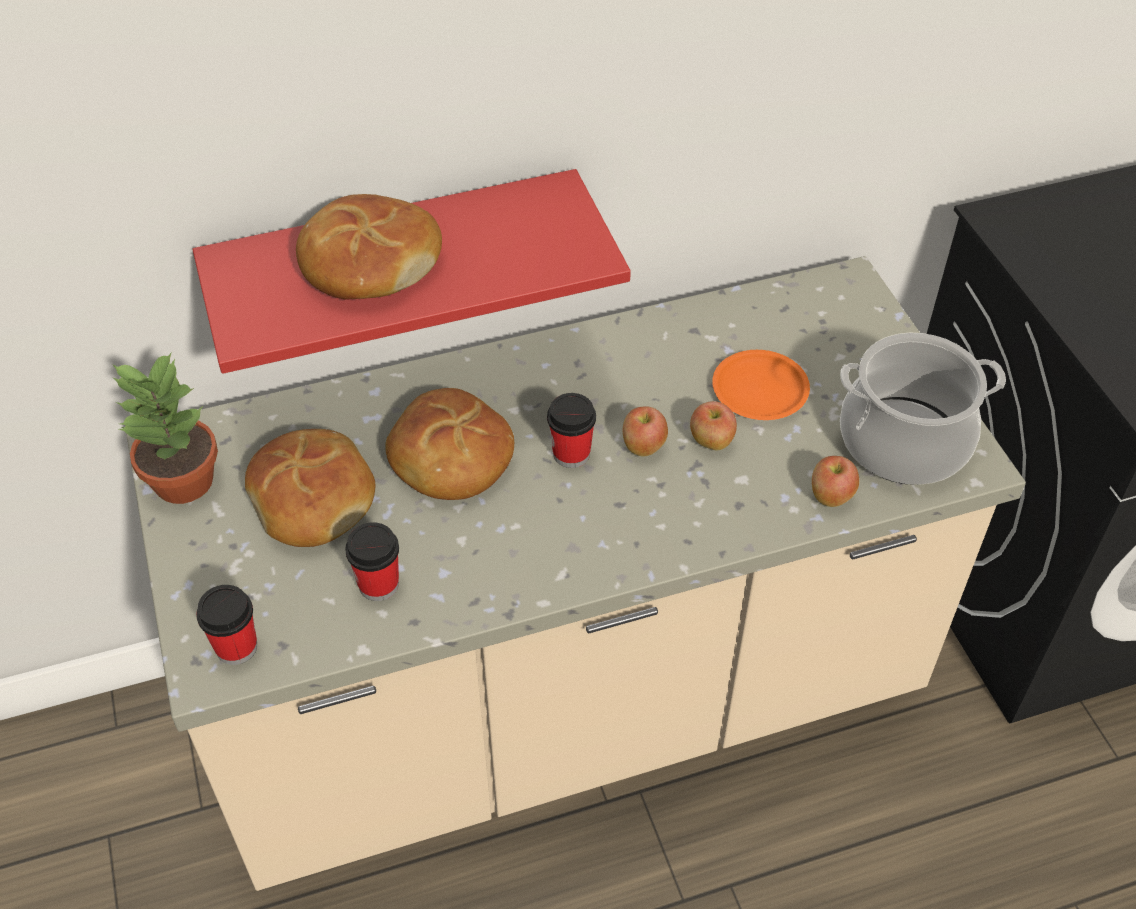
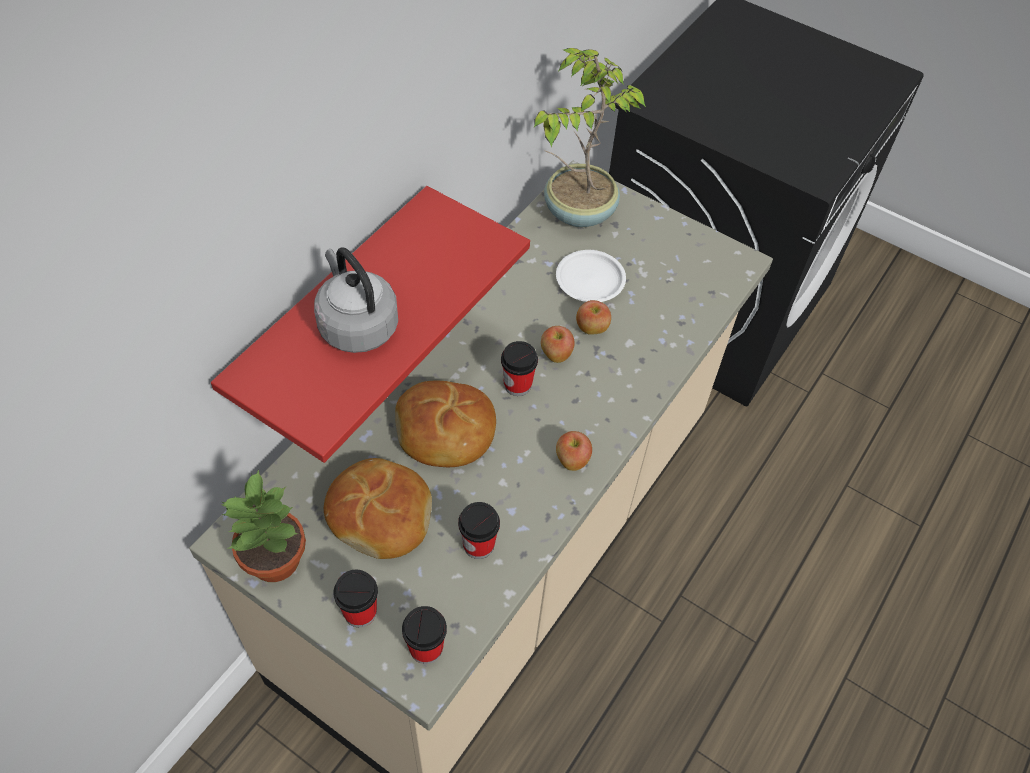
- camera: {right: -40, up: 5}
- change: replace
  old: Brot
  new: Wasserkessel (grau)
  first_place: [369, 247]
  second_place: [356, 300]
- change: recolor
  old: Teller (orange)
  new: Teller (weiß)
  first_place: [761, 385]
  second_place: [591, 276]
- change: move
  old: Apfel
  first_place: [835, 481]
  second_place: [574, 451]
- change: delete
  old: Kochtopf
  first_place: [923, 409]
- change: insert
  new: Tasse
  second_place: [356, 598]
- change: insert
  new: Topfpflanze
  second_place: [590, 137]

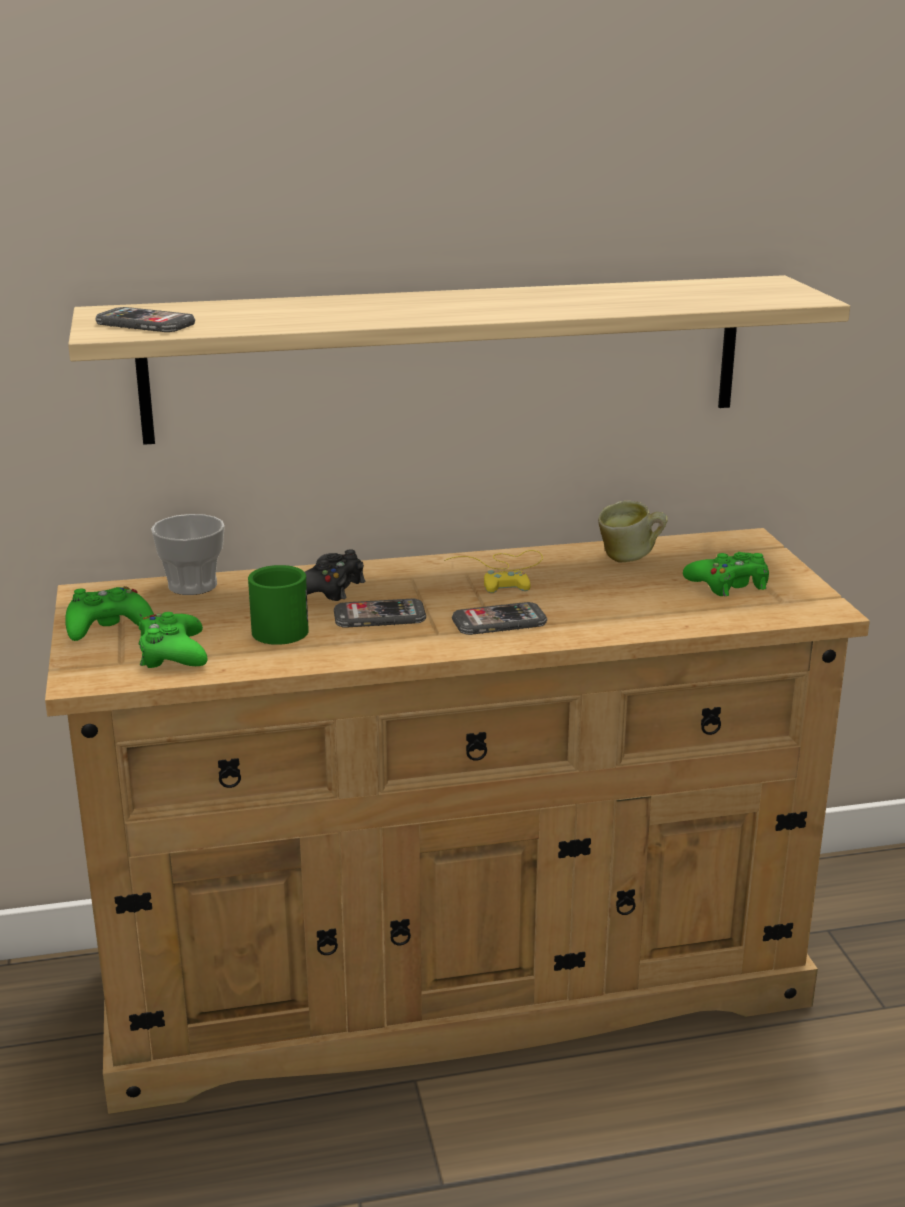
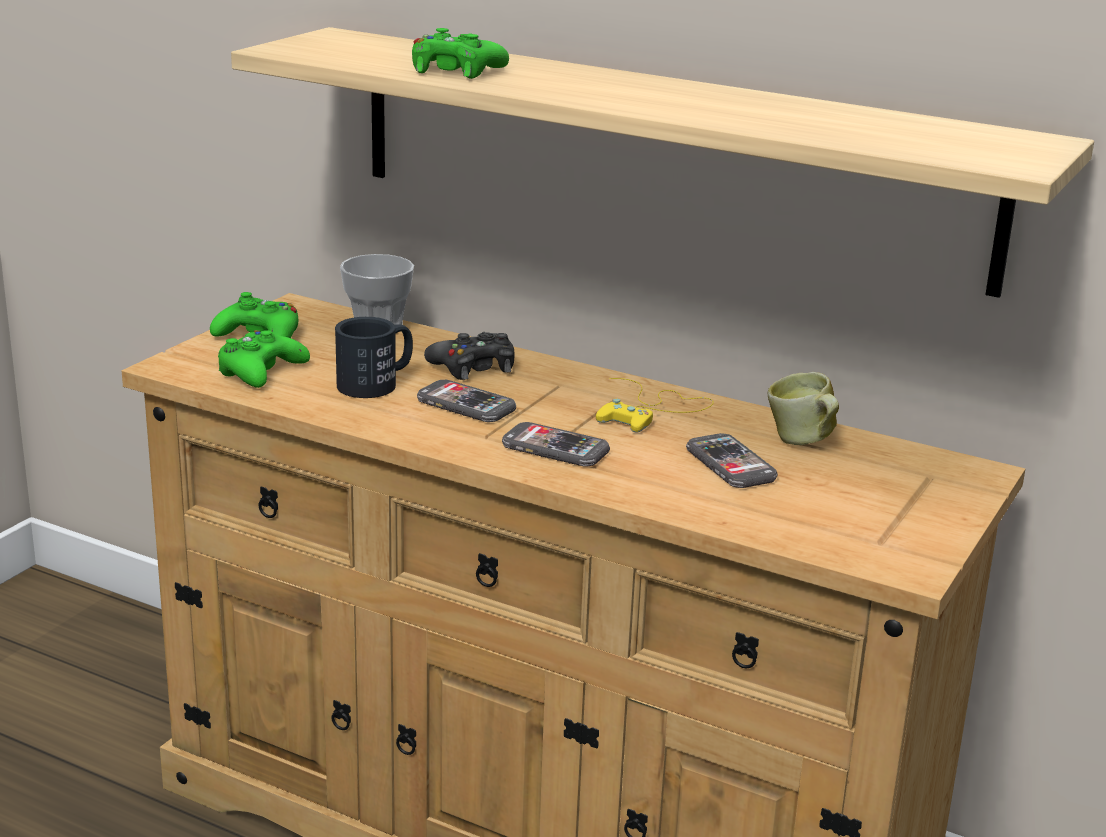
- camera: {right: 40, up: 0}
- change: move
  old: Handy
  first_place: [145, 319]
  second_place: [732, 460]
- change: recolor
  old: Henkelbecher (grün)
  new: Henkelbecher (schwarz)
  first_place: [278, 605]
  second_place: [374, 357]
- change: move
  old: Gamepad (grün)
  first_place: [726, 574]
  second_place: [460, 53]

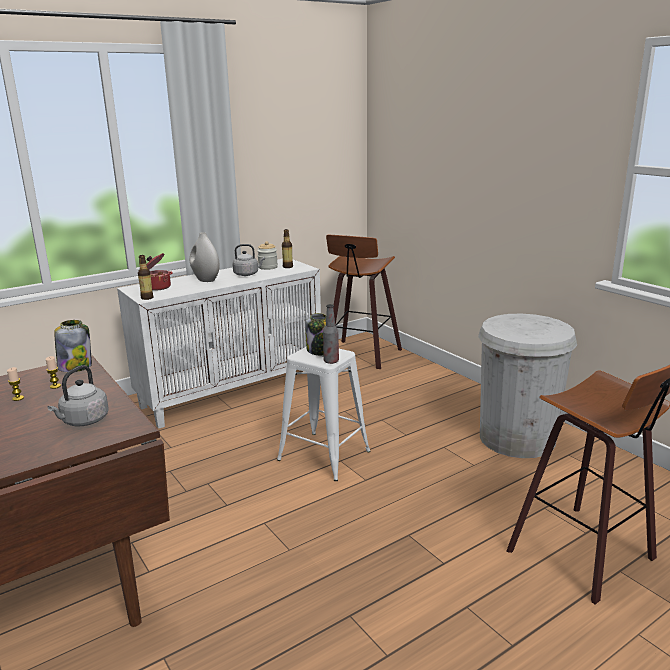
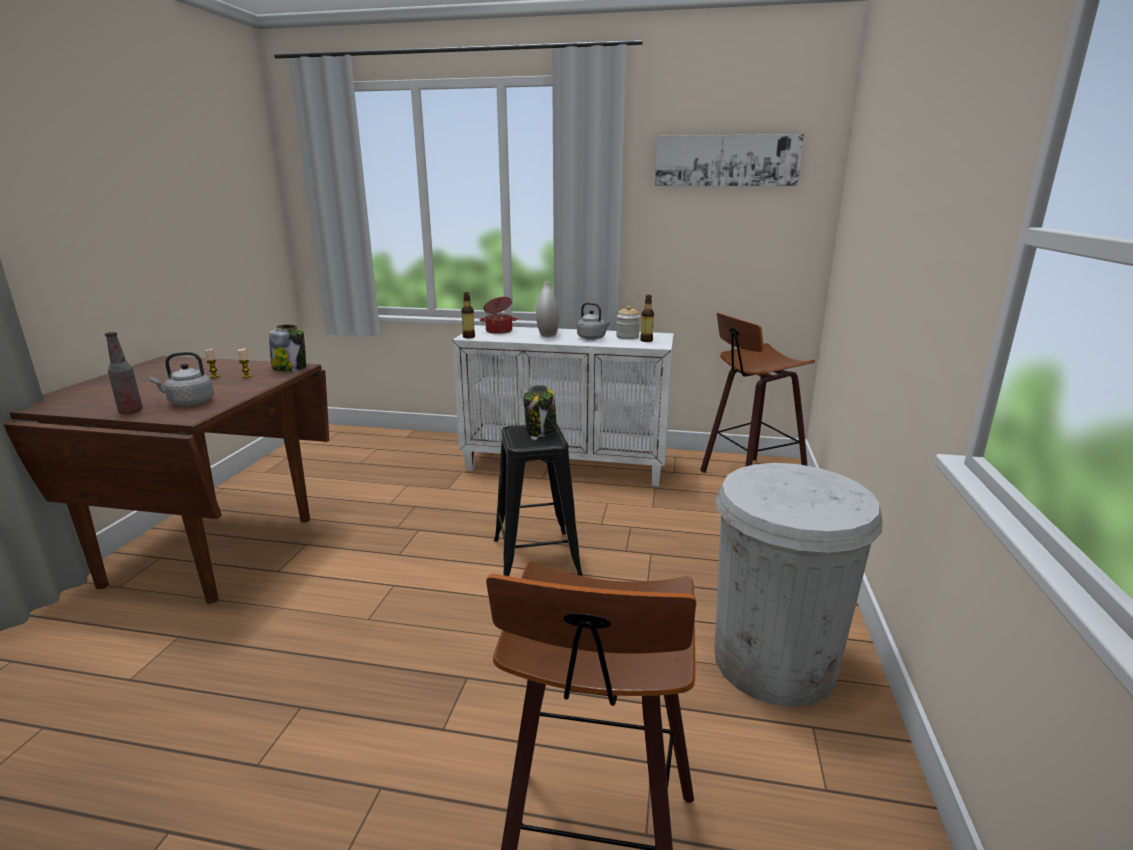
- camera: {right: 45, up: 0}
- change: recolor
  old: Hocker (weiß)
  new: Hocker (schwarz)
  first_place: [324, 414]
  second_place: [538, 500]
- change: move
  old: Flasche
  first_place: [331, 334]
  second_place: [124, 373]
- change: insert
  new: Bild
  second_place: [729, 160]

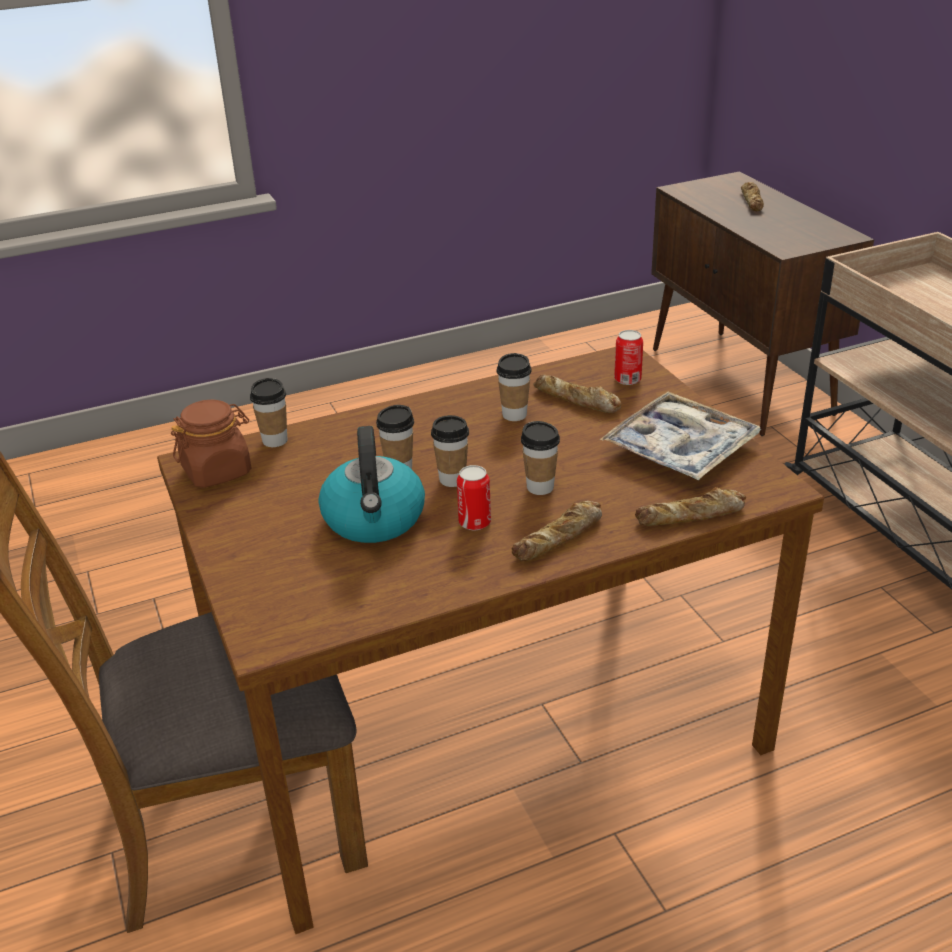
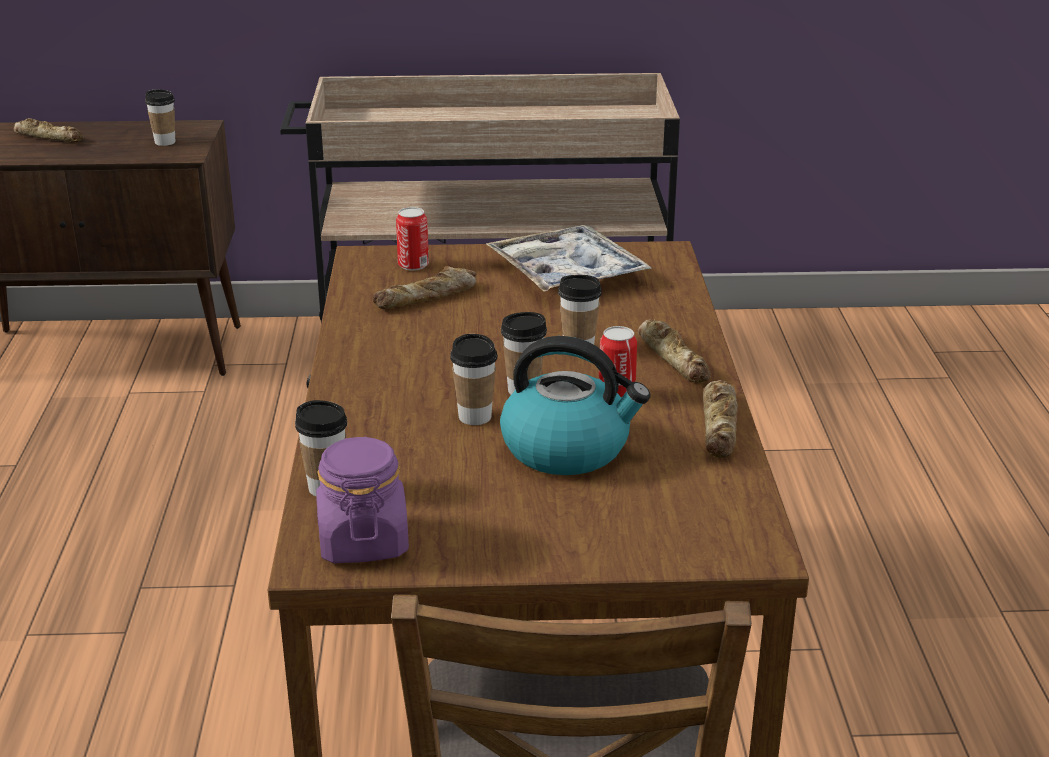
- camera: {right: -70, up: -5}
- change: recolor
  old: Vorratsglas (braun)
  new: Vorratsglas (lila)
  first_place: [211, 444]
  second_place: [362, 500]
- change: move
  old: Tasse
  first_place: [514, 387]
  second_place: [160, 117]
- change: move
  old: Brot
  first_place: [690, 506]
  second_place: [720, 419]

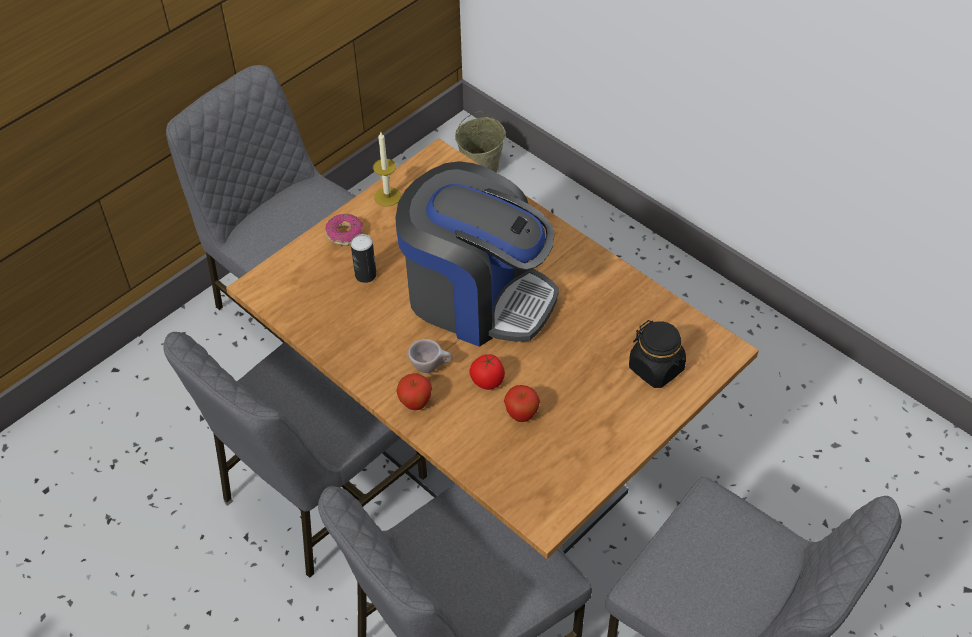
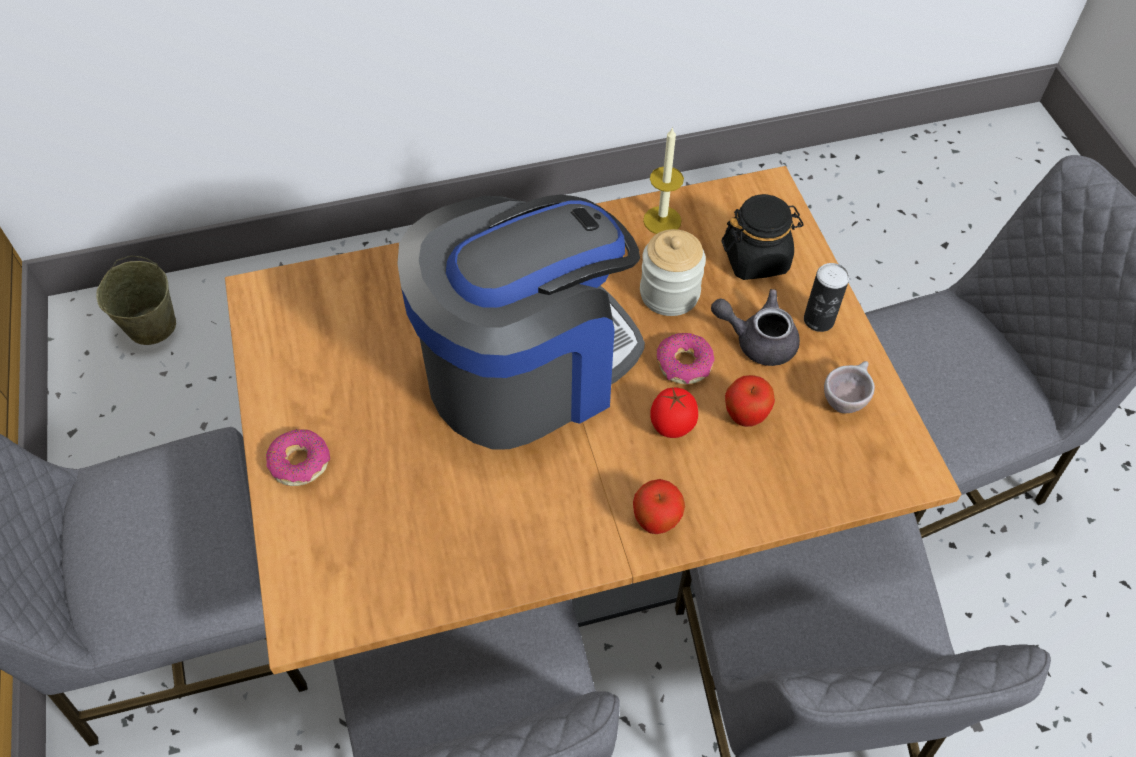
- camera: {right: -60, up: 5}
- change: move
  old: Dose
  first_place: [363, 258]
  second_place: [826, 297]
- change: move
  old: Kerze
  first_place: [387, 169]
  second_place: [663, 180]
- change: move
  old: Tasse (beige)
  first_place: [430, 356]
  second_place: [849, 387]
- change: insert
  new: Vorratsglas
  second_place: [673, 272]
- change: insert
  new: Donut
  second_place: [685, 358]
- change: insert
  new: Teekanne (grau)
  second_place: [755, 327]

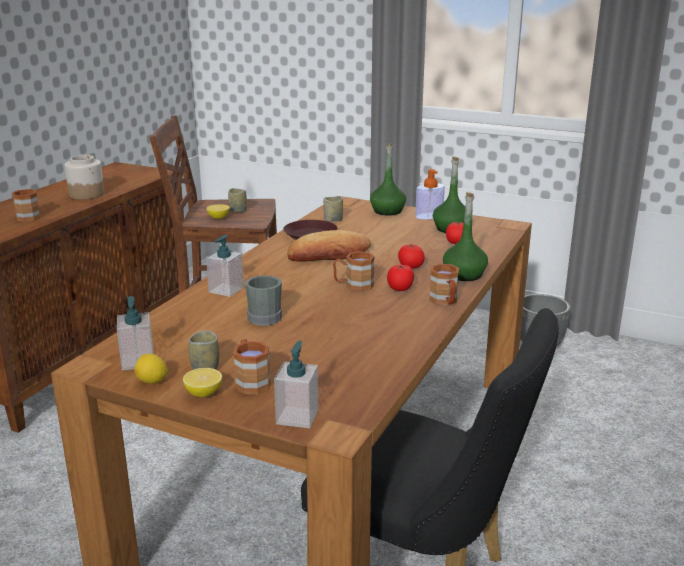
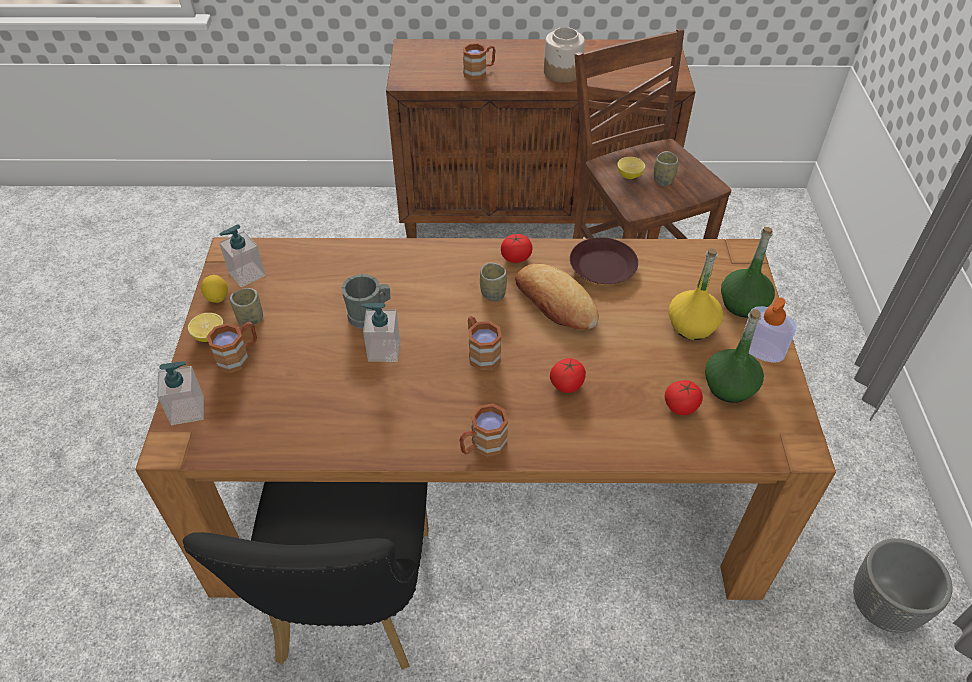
- camera: {right: 65, up: 25}
- change: move
  old: Seifenspender
  first_place: [225, 266]
  second_place: [380, 332]
- change: move
  old: Tasse
  first_place: [333, 209]
  second_place: [493, 282]
- change: move
  old: Tomate
  first_place: [400, 278]
  second_place: [516, 248]
- change: delete
  old: Flasche (grün)
  first_place: [465, 236]
- change: insert
  new: Flasche (gelb)
  second_place: [696, 294]

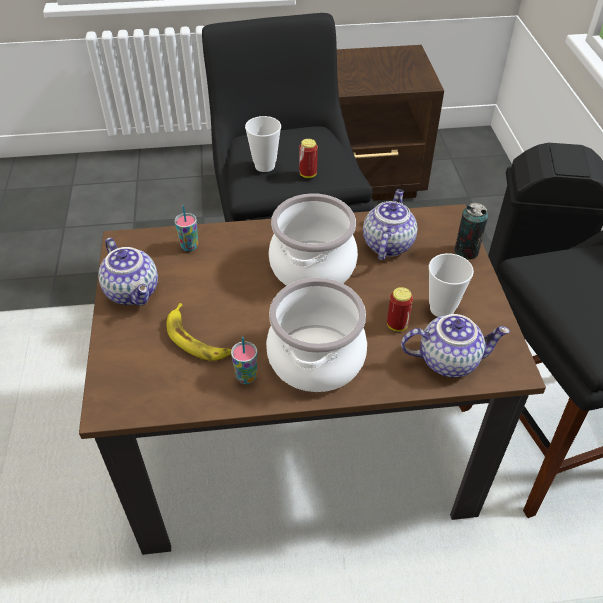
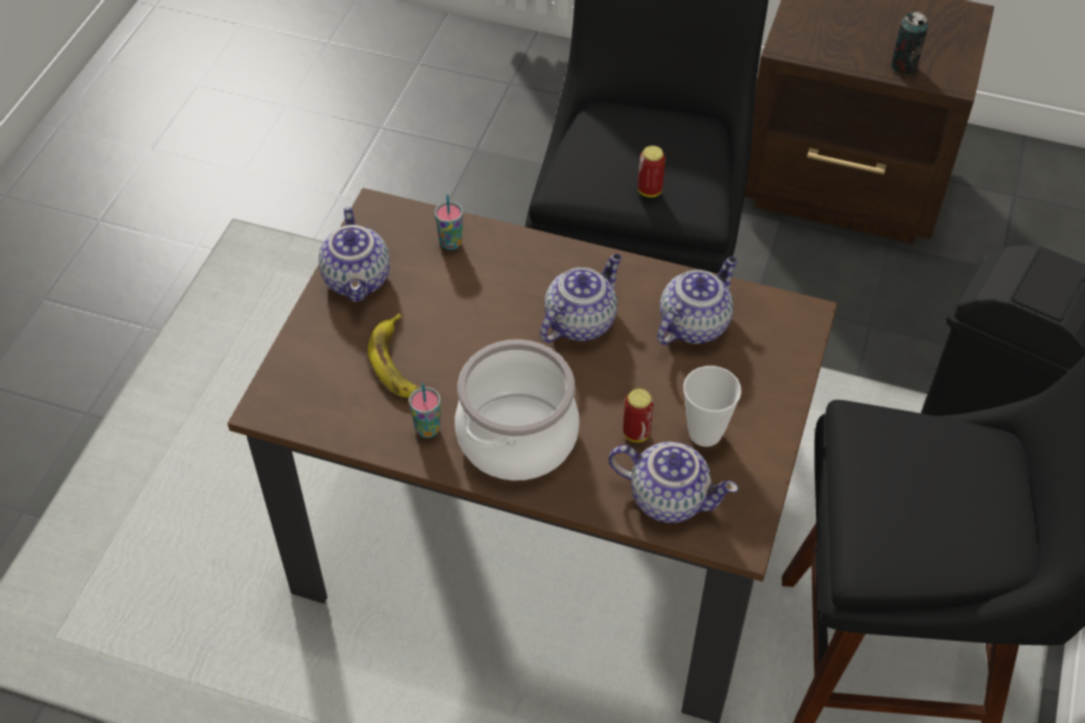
- camera: {right: 25, up: 5}
- change: delete
  old: Tasse
  first_place: [263, 144]
- change: replace
  old: Kochtopf
  new: Teekanne
  first_place: [313, 239]
  second_place: [581, 298]
- change: move
  old: Dose
  first_place: [471, 231]
  second_place: [909, 43]

